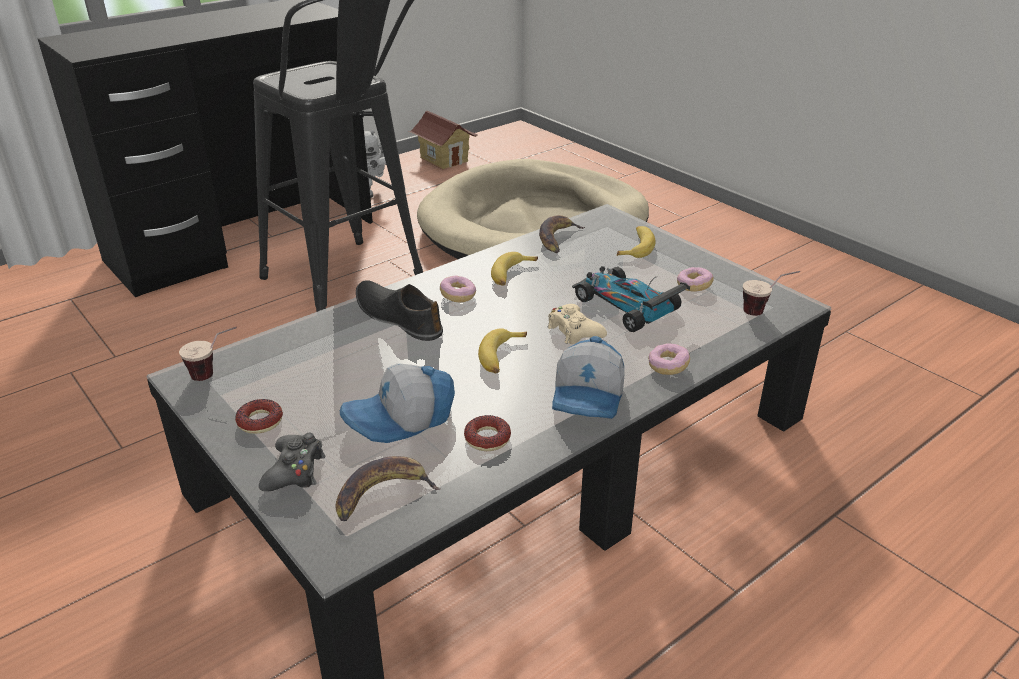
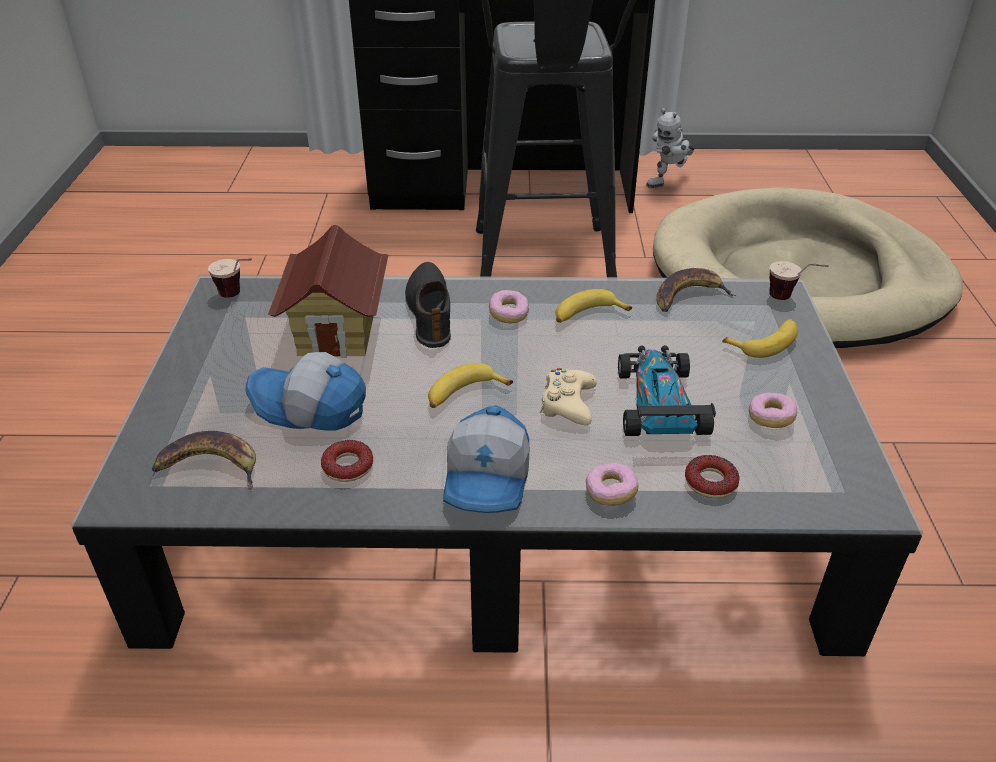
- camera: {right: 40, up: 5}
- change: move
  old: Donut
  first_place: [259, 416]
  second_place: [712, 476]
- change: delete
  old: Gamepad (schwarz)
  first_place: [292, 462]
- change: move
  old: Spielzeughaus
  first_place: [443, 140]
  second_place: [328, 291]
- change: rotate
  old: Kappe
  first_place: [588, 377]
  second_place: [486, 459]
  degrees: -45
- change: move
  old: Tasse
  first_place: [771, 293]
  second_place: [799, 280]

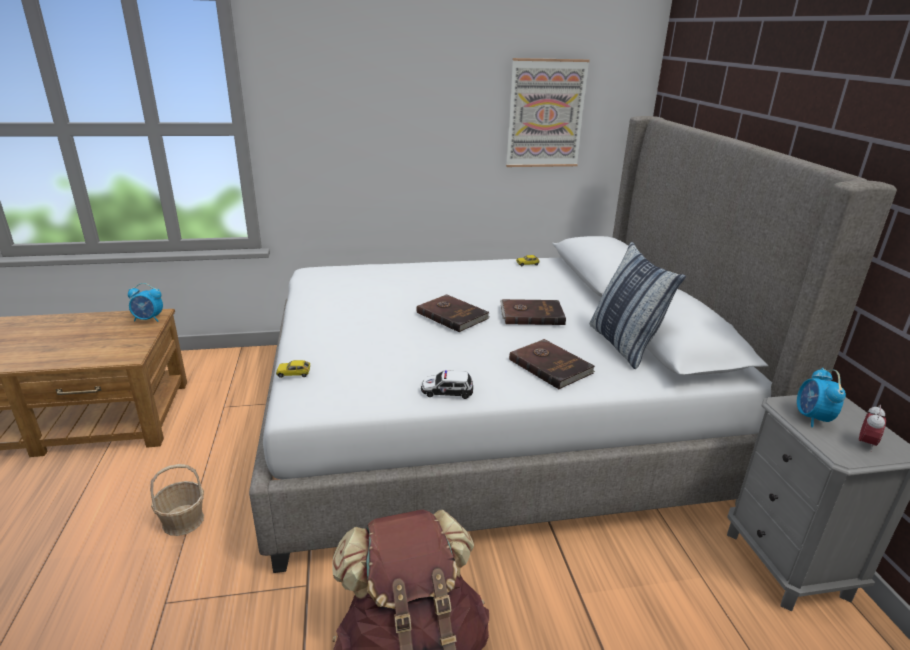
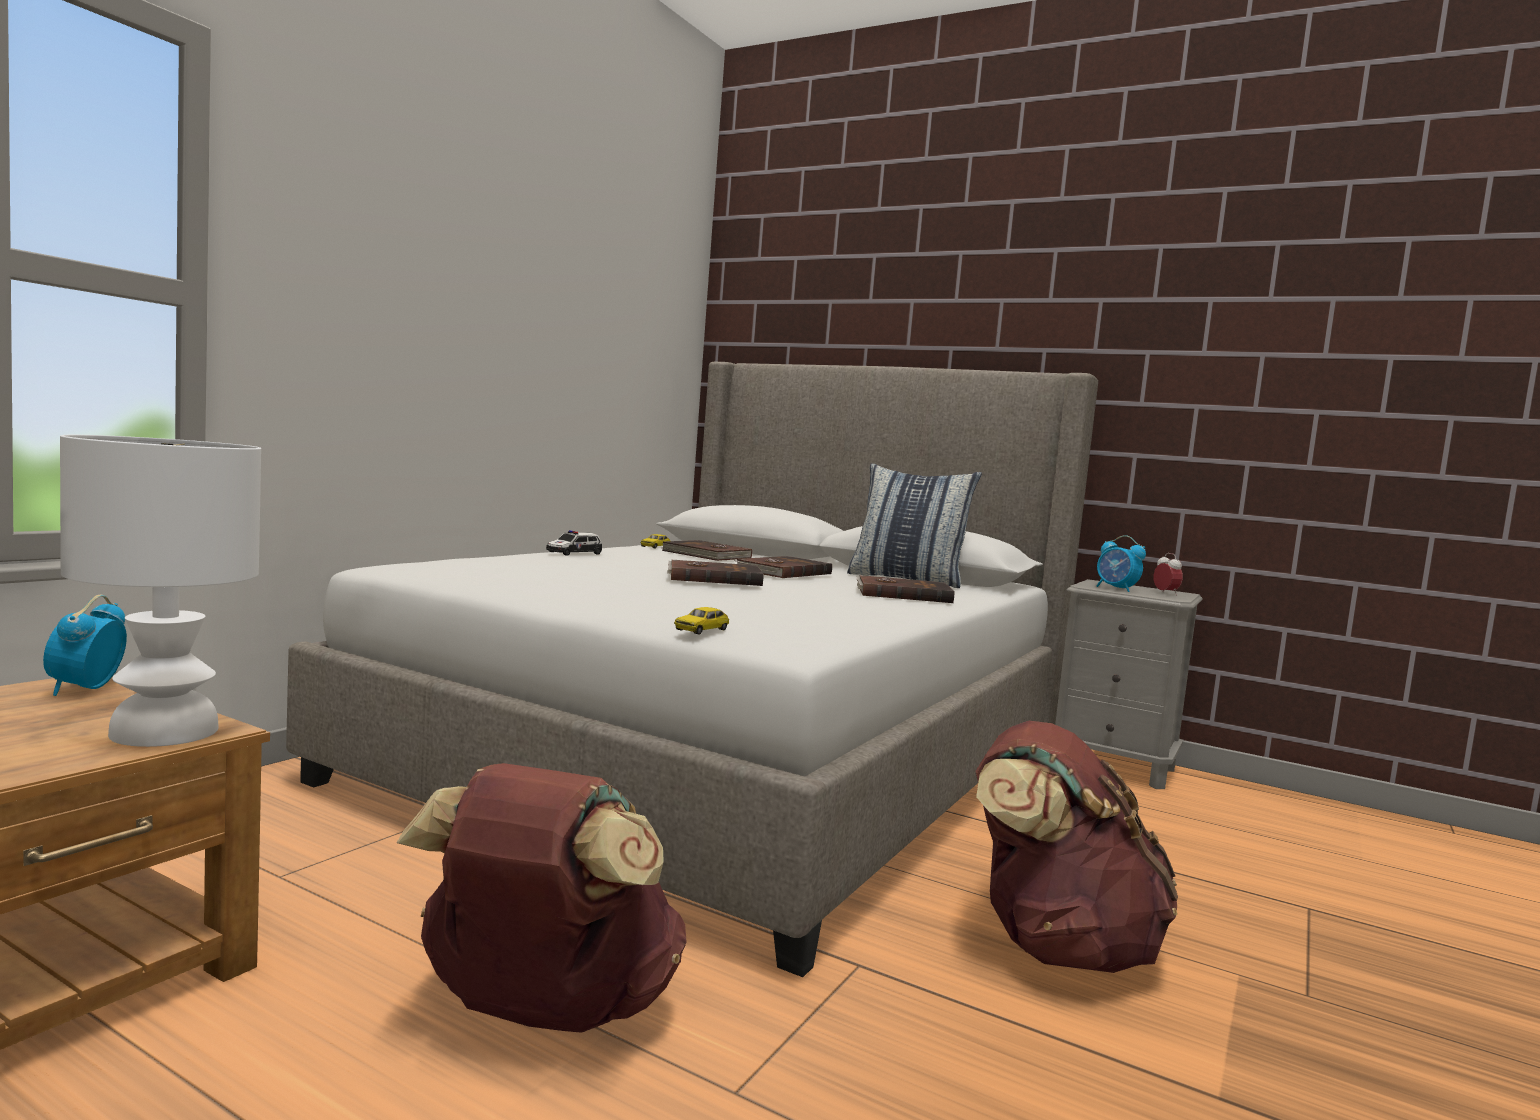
- camera: {right: -50, up: -20}
- change: rotate
  old: Wecker
  first_place: [145, 302]
  second_place: [85, 645]
  degrees: 135
- change: replace
  old: Korb
  new: Rucksack (braun)
  first_place: [177, 500]
  second_place: [541, 898]
- change: move
  old: Spielzeugauto
  first_place: [447, 384]
  second_place: [574, 543]
- change: delete
  old: Bild
  first_place: [548, 112]
- change: insert
  new: Tischlampe (weiß)
  second_place: [160, 591]
- change: insert
  new: Buch (braun)
  second_place: [707, 550]

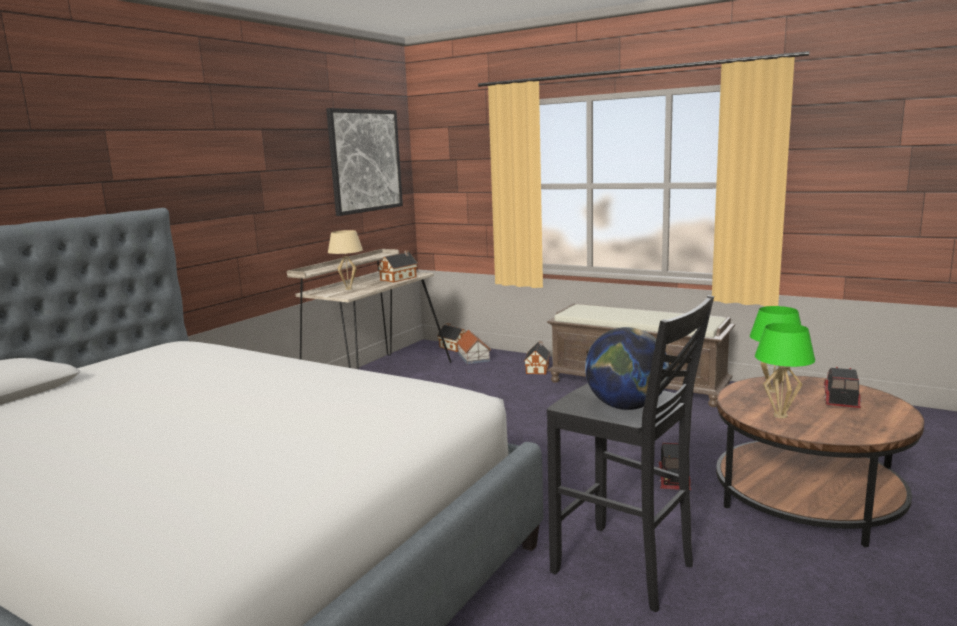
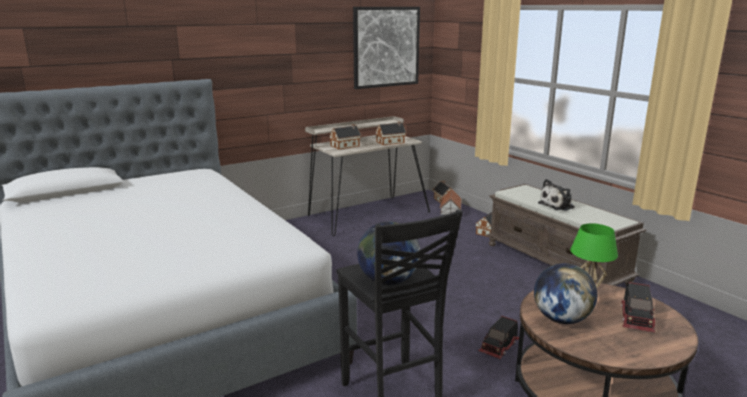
- camera: {right: 25, up: 5}
- change: replace
  old: Tischlampe (beige)
  new: Spielzeughaus
  first_place: [345, 260]
  second_place: [345, 136]
- change: replace
  old: Tischlampe (grün)
  new: Globus
  first_place: [785, 370]
  second_place: [565, 293]
- change: rotate
  old: Spielzeuglaster
  first_place: [842, 387]
  second_place: [638, 307]
  degrees: 150
- change: insert
  new: Plüschtier
  second_place: [556, 195]

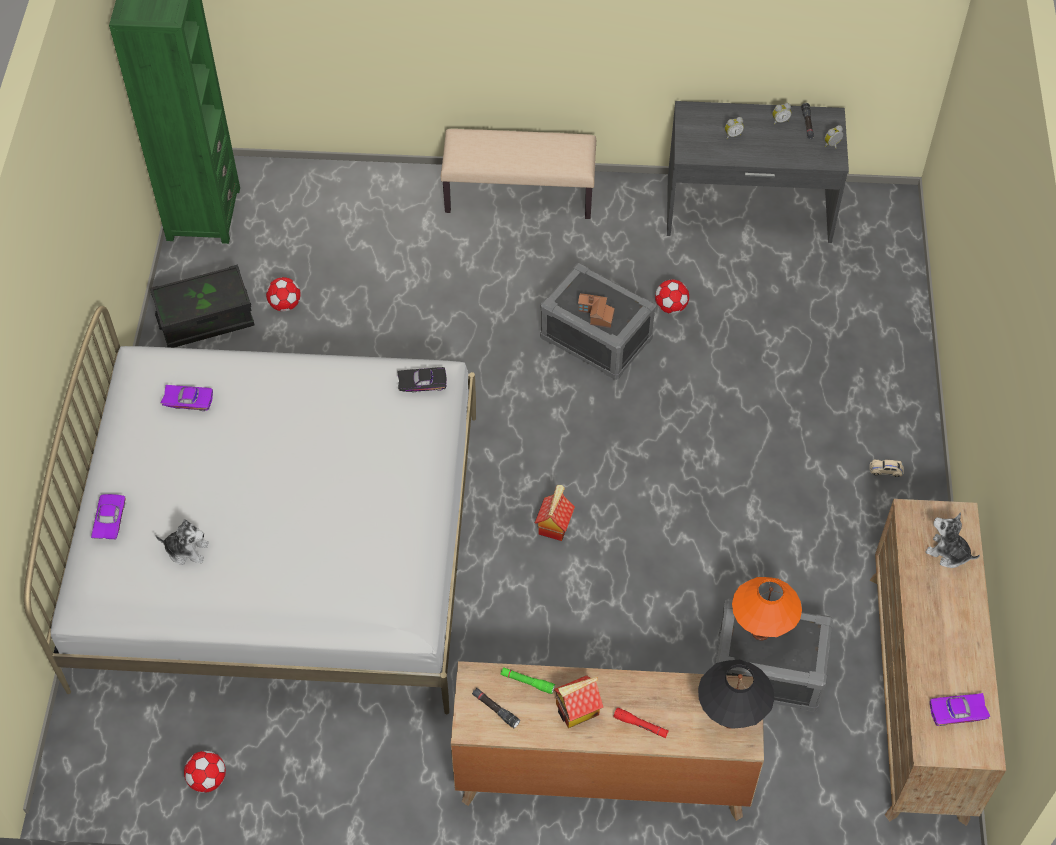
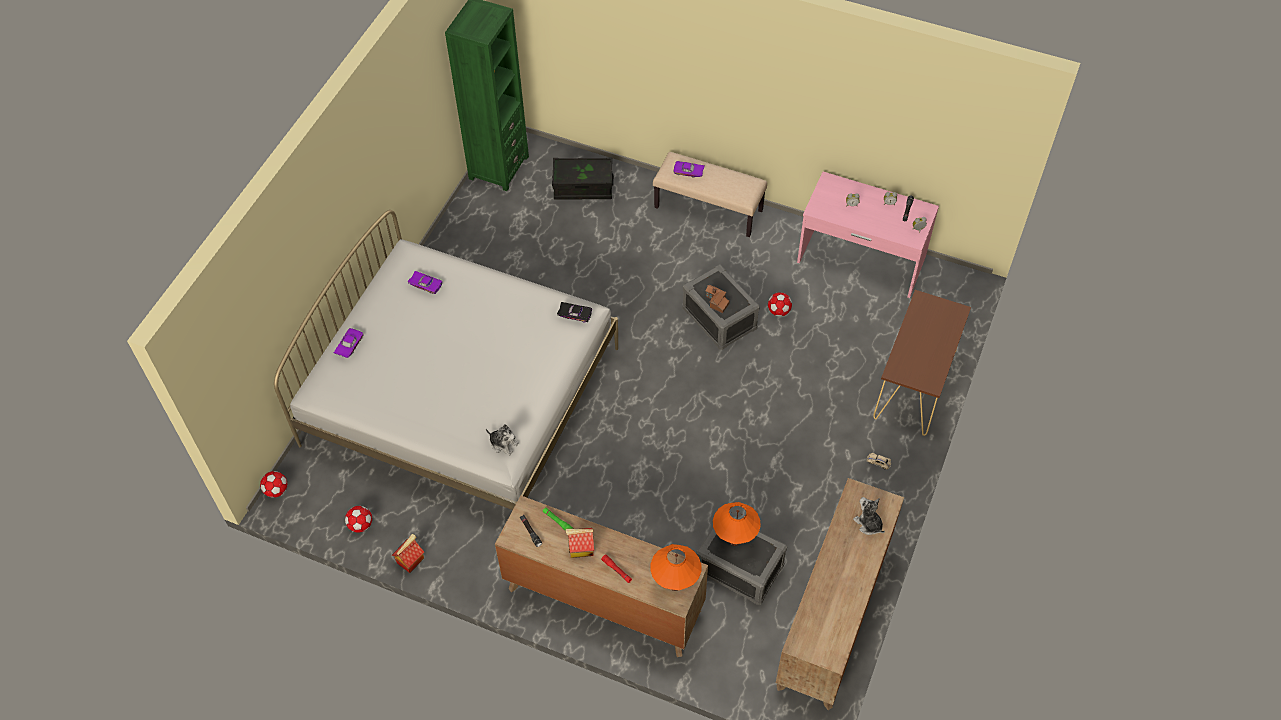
- camera: {right: 20, up: 0}
- change: move
  old: Aufbewahrungsbox (schwarz)
  first_place: [202, 306]
  second_place: [583, 178]
- change: move
  old: Plüschtier
  first_place: [182, 542]
  second_place: [502, 439]
- change: move
  old: Fußball
  first_place: [283, 294]
  second_place: [273, 484]
- change: move
  old: Spielzeughaus
  first_place: [555, 513]
  second_place: [408, 553]
- change: recolor
  old: Schreibtisch (grau)
  new: Schreibtisch (rosa)
  first_place: [758, 172]
  second_place: [868, 235]
- change: recolor
  old: Tischlampe (schwarz)
  new: Tischlampe (orange)
  first_place: [736, 694]
  second_place: [675, 567]
- change: move
  old: Spielzeugauto (lila)
  first_place: [960, 709]
  second_place: [689, 169]
- change: insert
  new: Konsolentisch (braun)
  second_place: [922, 363]

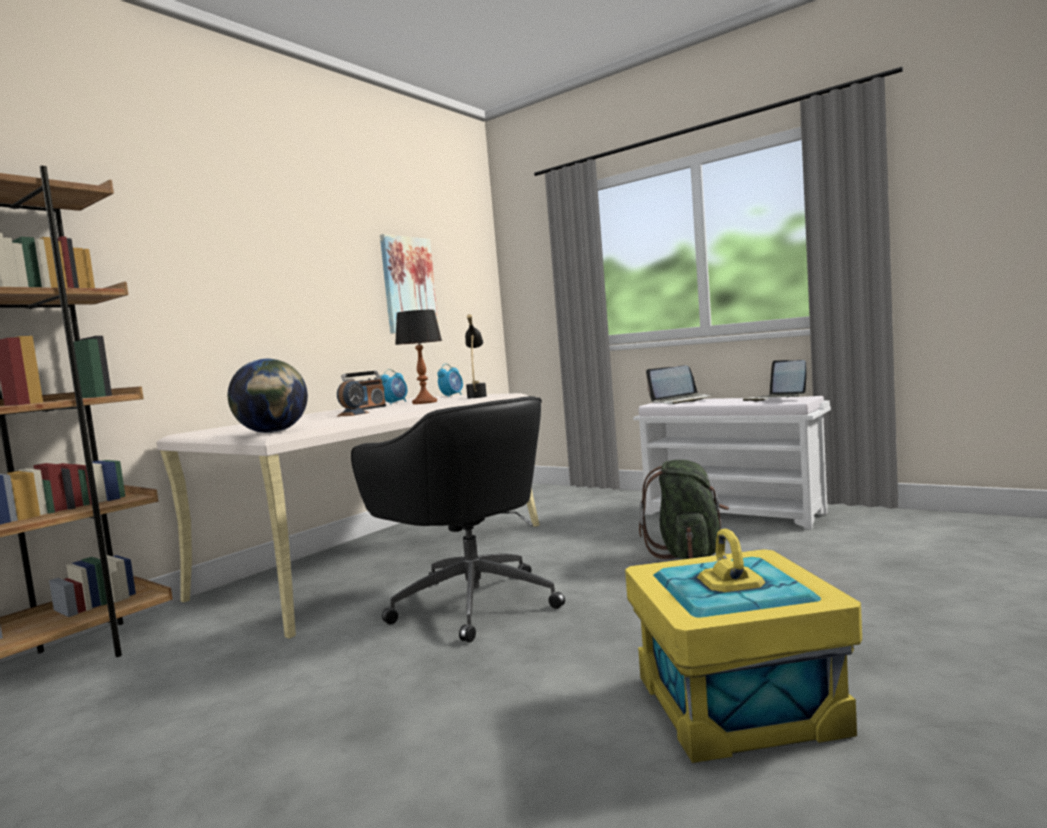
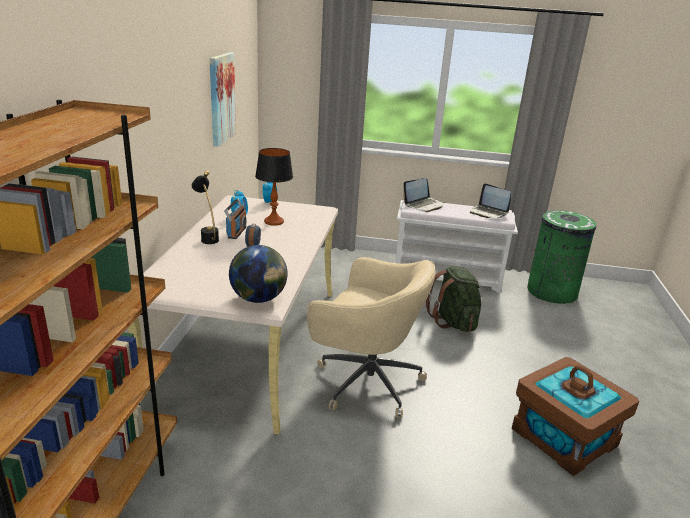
- camera: {right: -30, up: 20}
- change: recolor
  old: Bürostuhl (schwarz)
  new: Bürostuhl (beige)
  first_place: [458, 519]
  second_place: [371, 337]
- change: move
  old: Tischlampe (schwarz)
  first_place: [476, 356]
  second_place: [205, 207]
- change: recolor
  old: Aufbewahrungsbox (gelb)
  new: Aufbewahrungsbox (braun)
  first_place: [743, 646]
  second_place: [575, 416]
- change: insert
  new: Mülleimer (grün)
  second_place: [562, 257]

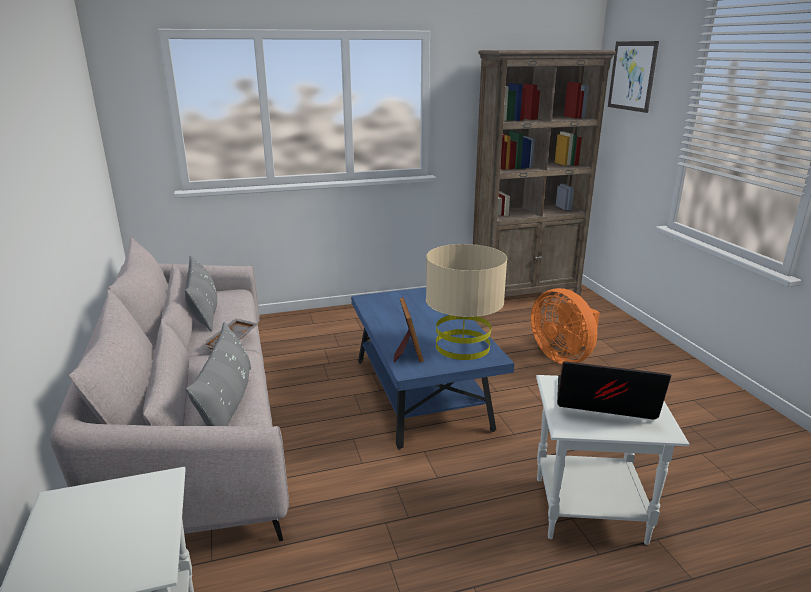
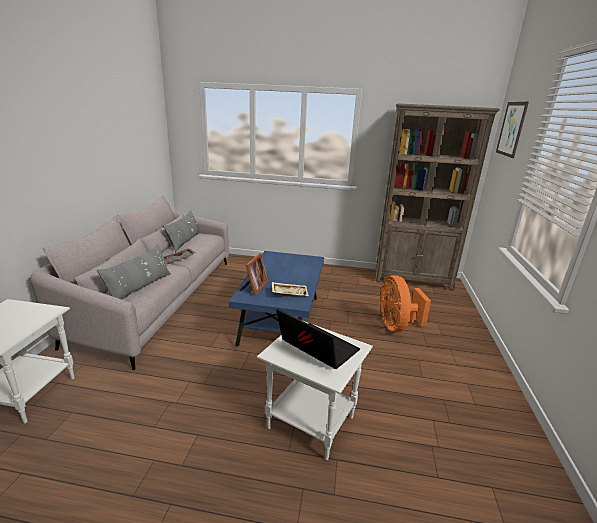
- camera: {right: 25, up: 0}
- change: replace
  old: Tischlampe (beige)
  new: Tablett (beige)
  first_place: [466, 302]
  second_place: [290, 289]

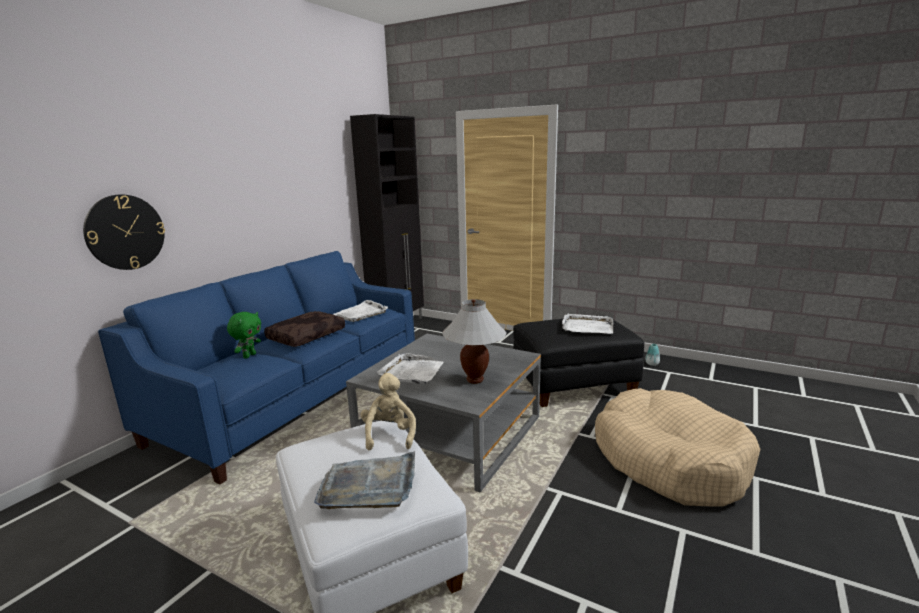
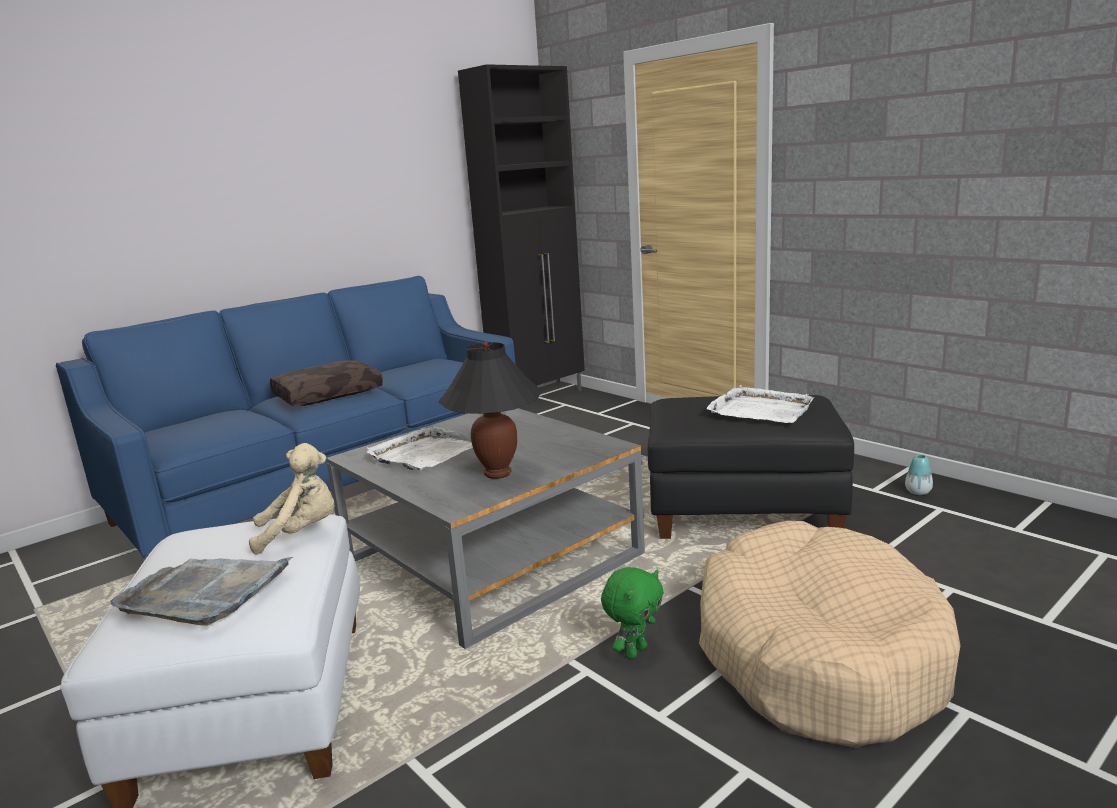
- camera: {right: 20, up: 0}
- change: delete
  old: Wanduhr
  first_place: [124, 232]
- change: move
  old: Plüschtier (grün)
  first_place: [244, 335]
  second_place: [632, 613]
- change: delete
  old: Tablett (weiß)
  first_place: [360, 311]
- change: rotate
  old: Plüschtier (beige)
  first_place: [388, 411]
  second_place: [292, 499]
  degrees: 60
- change: recolor
  old: Tischlampe (weiß)
  new: Tischlampe (schwarz)
  first_place: [474, 341]
  second_place: [490, 410]

